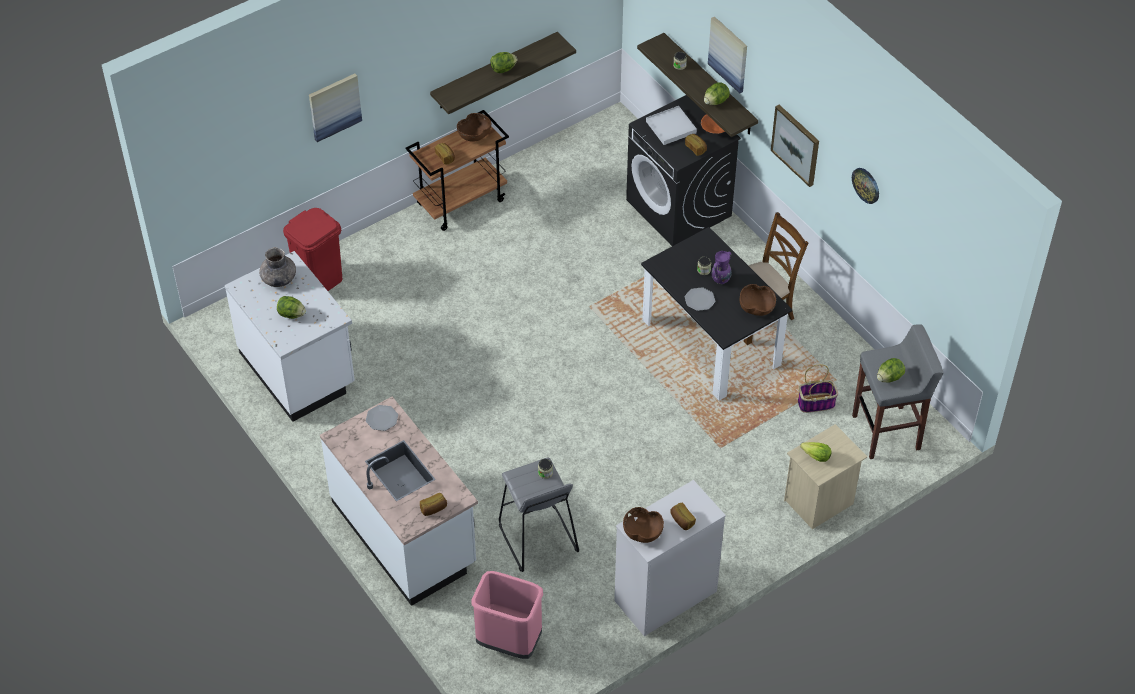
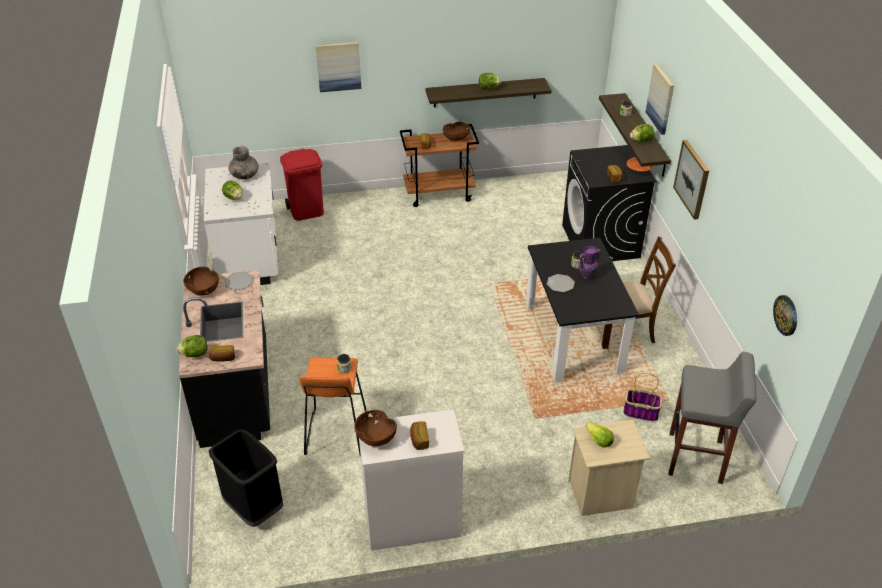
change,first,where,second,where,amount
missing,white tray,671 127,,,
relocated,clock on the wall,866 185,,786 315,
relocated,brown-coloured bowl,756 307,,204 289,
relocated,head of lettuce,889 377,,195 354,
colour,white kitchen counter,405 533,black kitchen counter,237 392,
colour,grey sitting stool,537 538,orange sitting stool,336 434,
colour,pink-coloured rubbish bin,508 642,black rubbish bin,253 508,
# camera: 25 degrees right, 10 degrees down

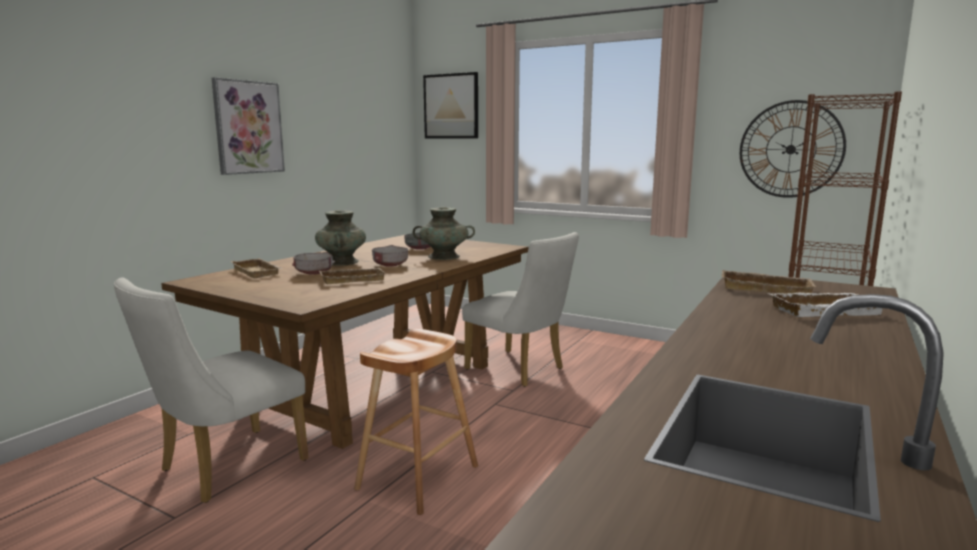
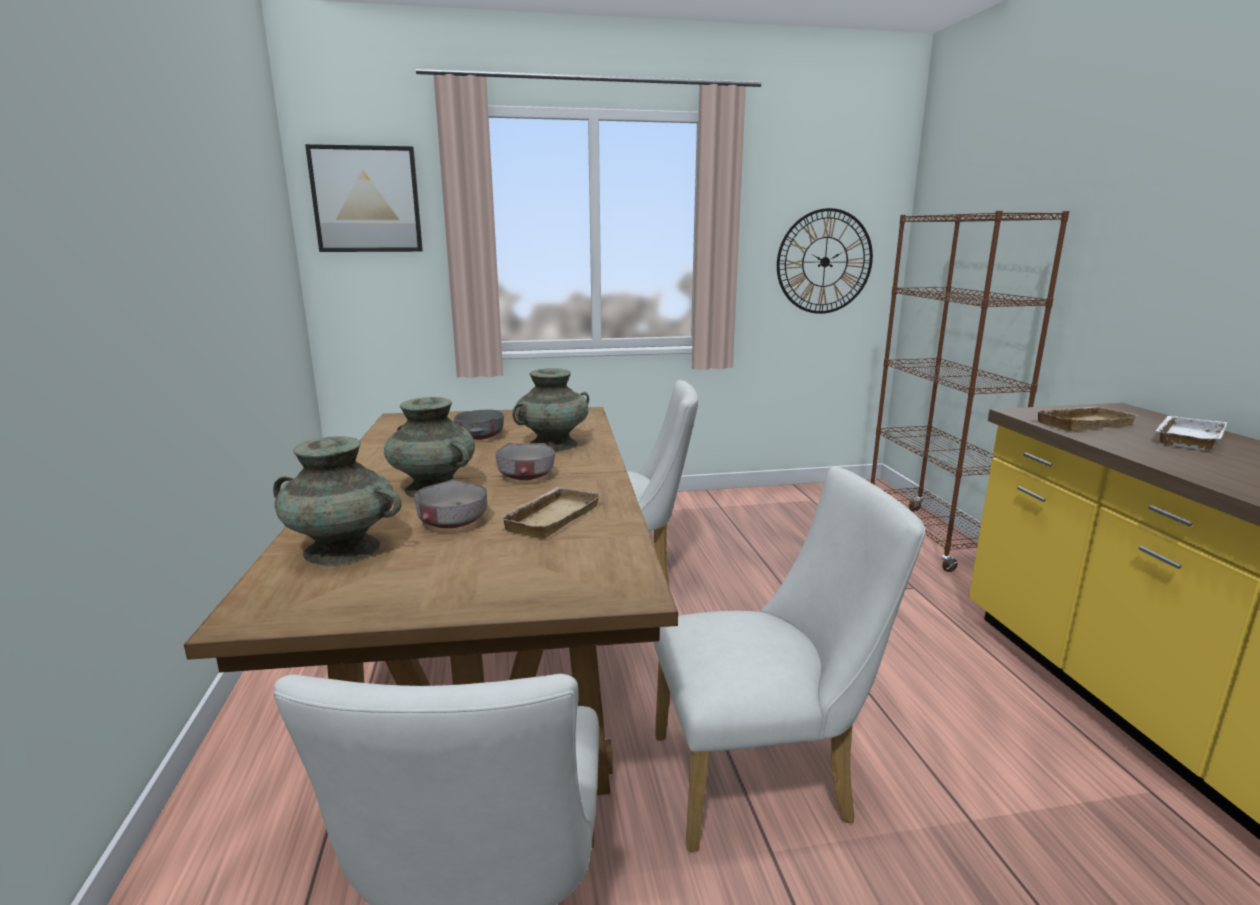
change,first,where,second,where,amount
missing,picture,248 127,,,
exchanged,beige tray,258 272,blue-green vase,343 550,
exchanged,brown-coloured sitting stool,418 477,white plain chair,764 778,
# camera: 40 degrees left, 5 degrees up

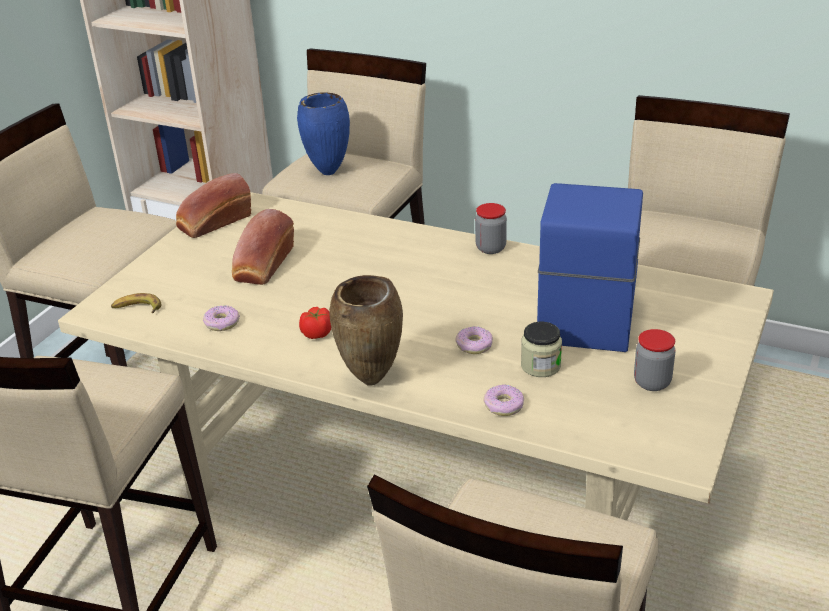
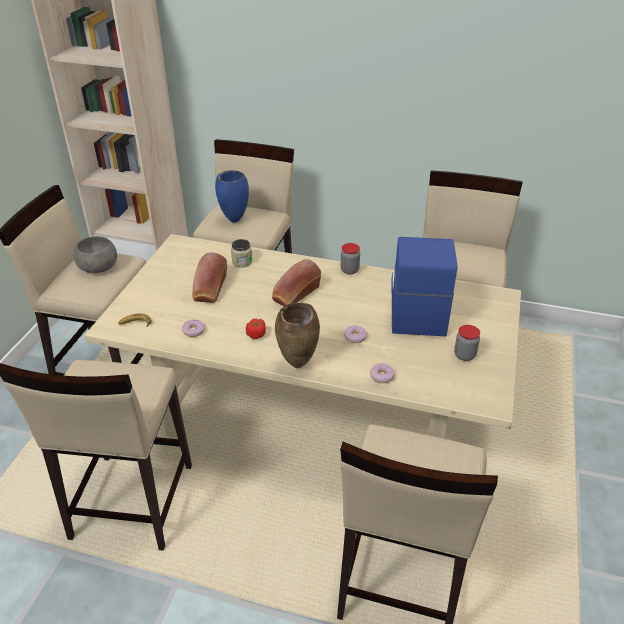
change,first,where,second,where,amount
relocated,bread,213 222,,295 294,
relocated,storage jar,540 366,,242 262,
appeared,,,grey bowl,99 267,
# camera: 10 degrees left, 5 degrees up

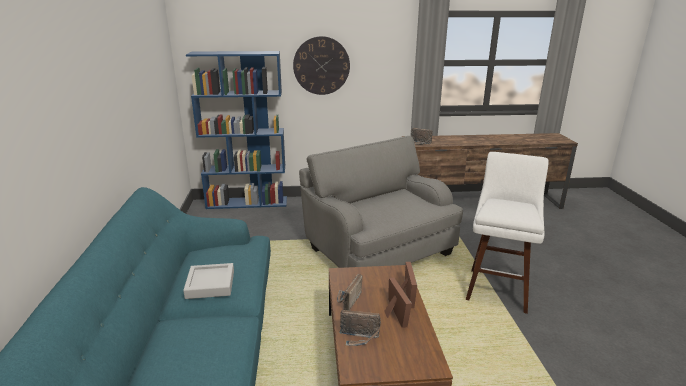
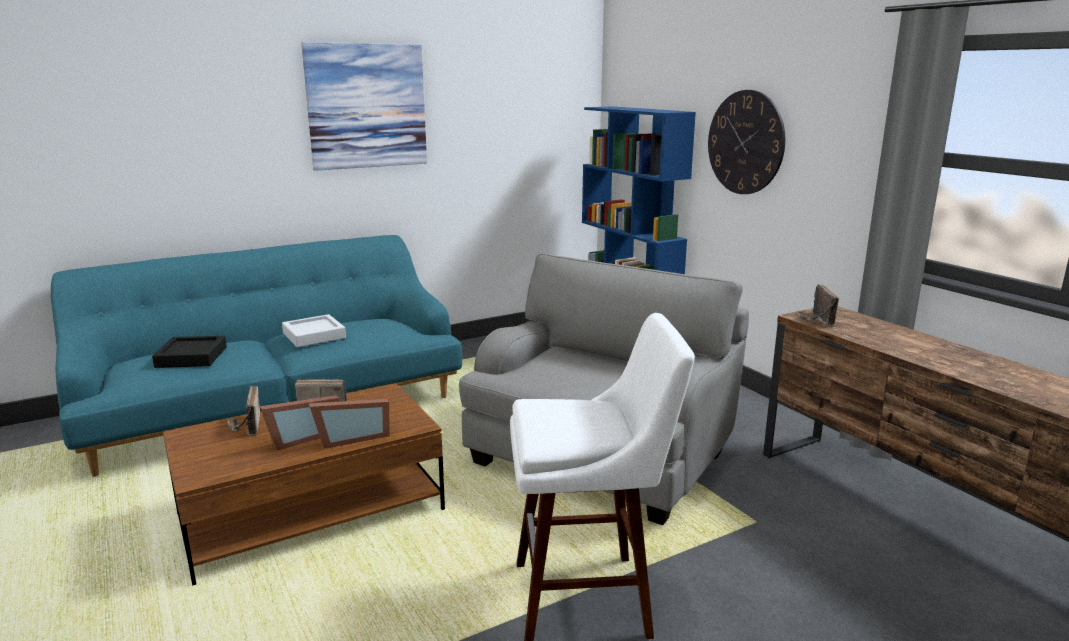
change,first,where,second,where,amount
appeared,,,picture,367 106,
appeared,,,black tray,191 357,
# camera: 65 degrees right, 5 degrees down

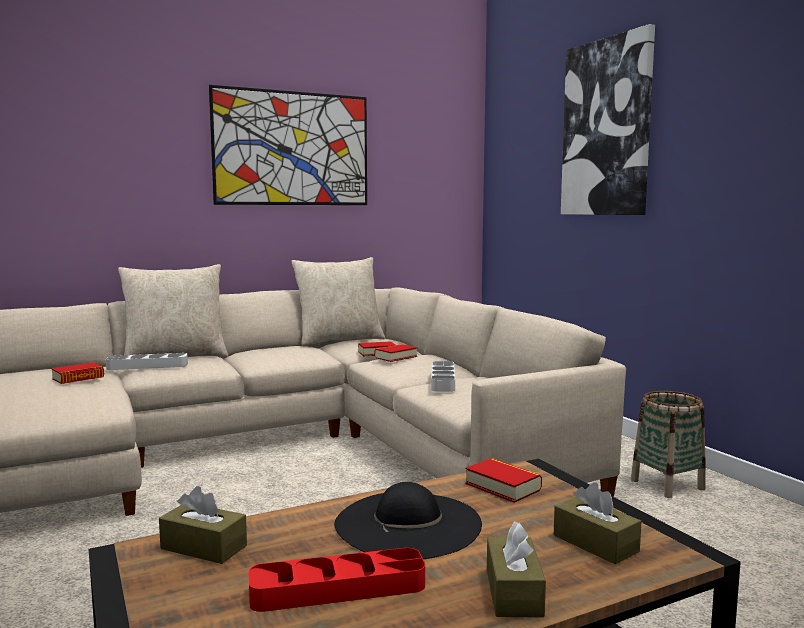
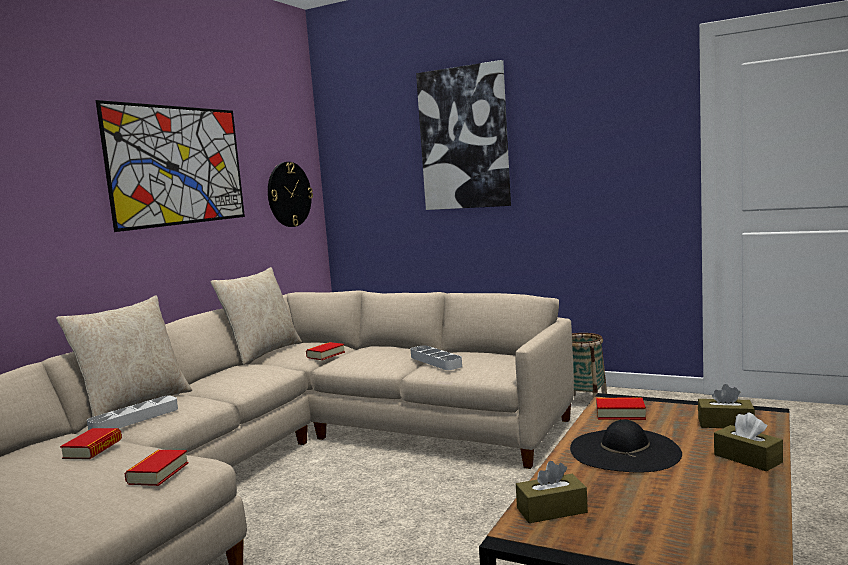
change,first,where,second,where,amount
relocated,volume,396 357,,158 473,
missing,red-coloured tray,338 588,,,
appeared,,,clock on the wall,289 194,
# camera: 35 degrees left, 0 degrees up

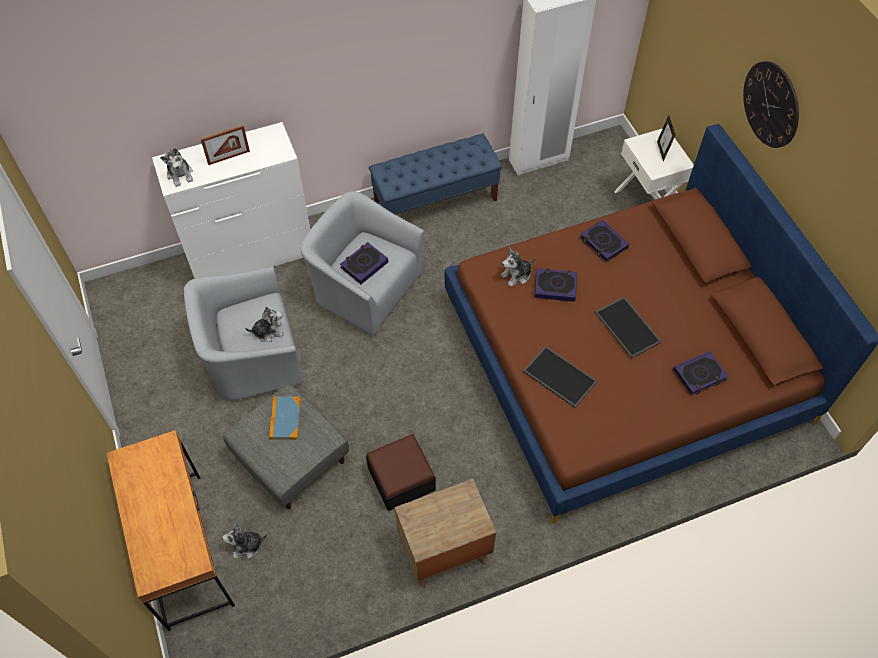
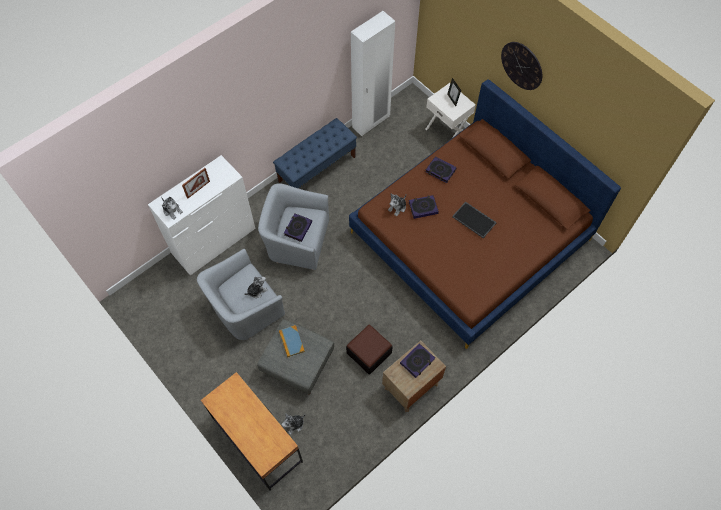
change,first,where,second,where,amount
missing,tray,558 377,,,
relocated,volume,699 375,,417 361,
# camera: 20 degrees left, 5 degrees up

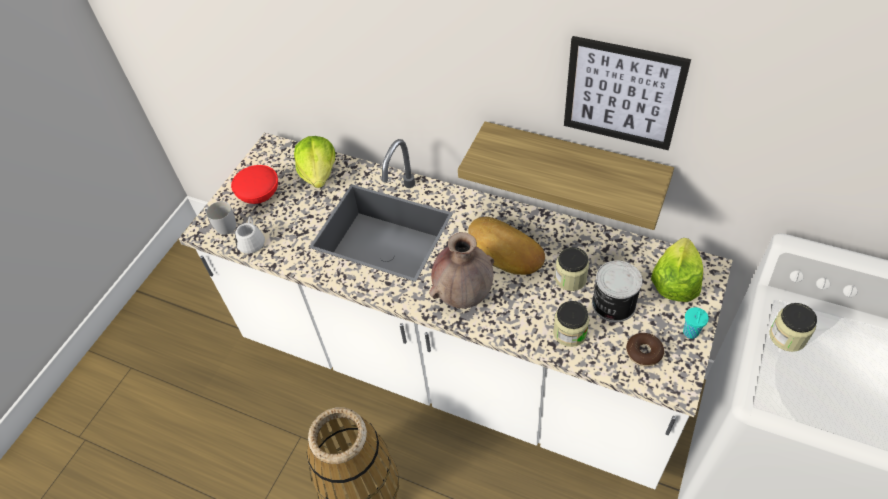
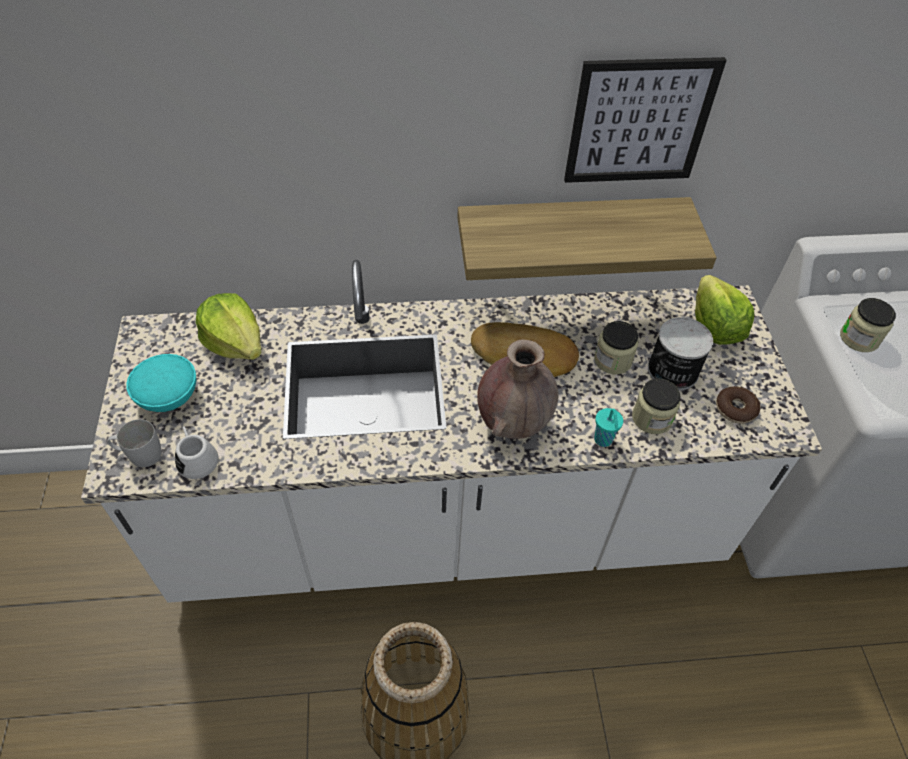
change,first,where,second,where,amount
colour,red-coloured bowl,260 195,blue-green bowl,170 397,
relocated,blue-green small cup,690 333,,603 440,
# camera: 35 degrees left, 0 degrees up

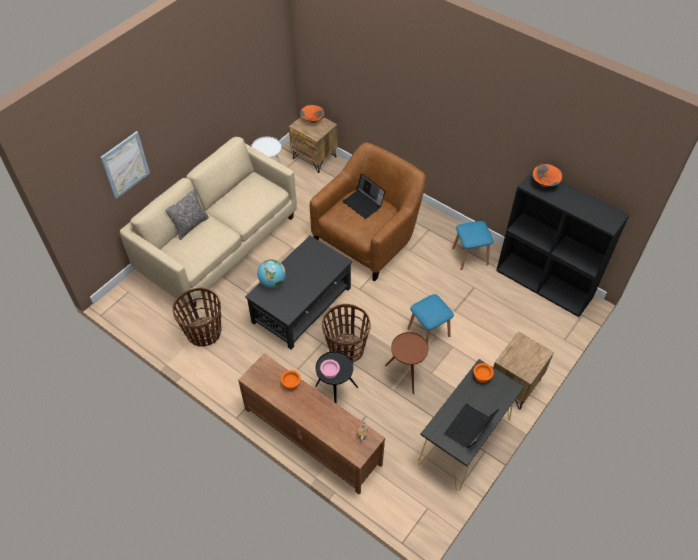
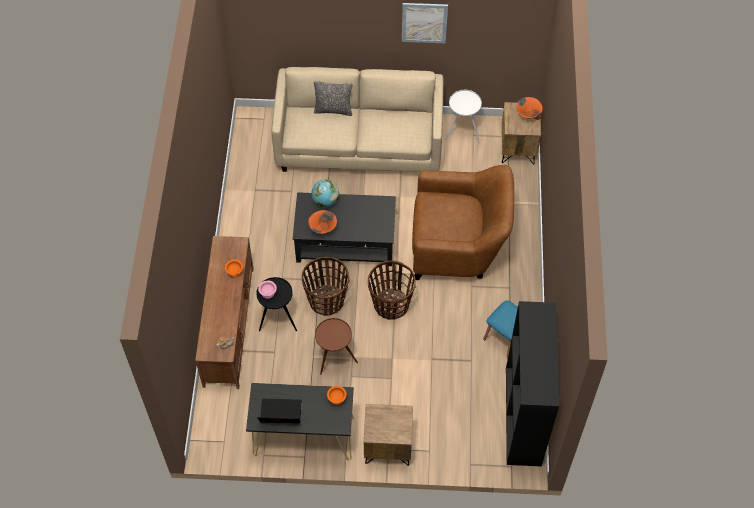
change,first,where,second,where,amount
relocated,picture,125 165,,424 22,
relocated,orange bowl,544 183,,322 228,
missing,notebook computer,364 203,,,
relocated,household basket,203 333,,391 304,
missing,blue sitting stool,428 332,,,
# camera: 55 degrees right, 5 degrees up

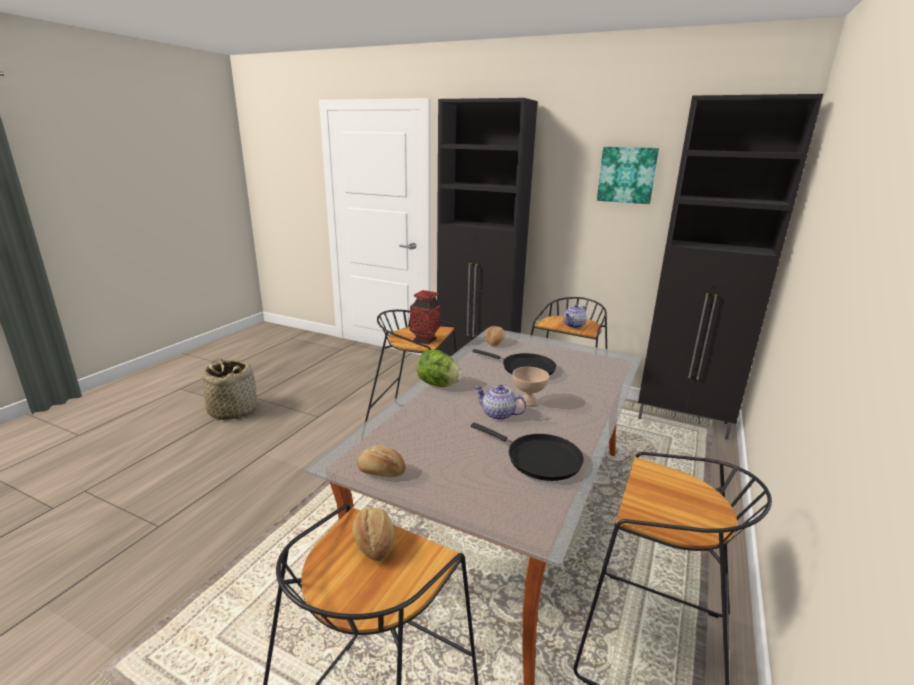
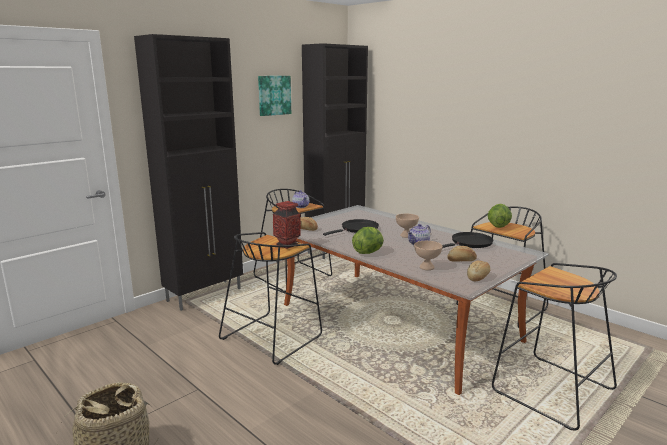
change,first,where,second,where,amount
relocated,bread,373 542,,461 261,
appeared,,,head of lettuce,498 226,
appeared,,,beige bowl,426 267,
# camera: 70 degrees left, 5 degrees down

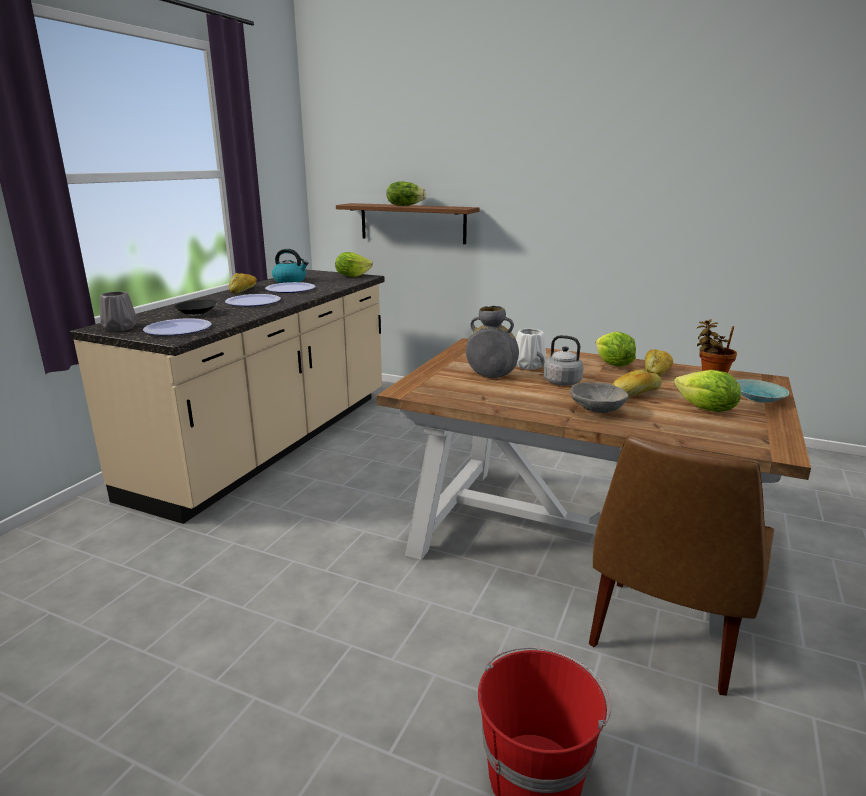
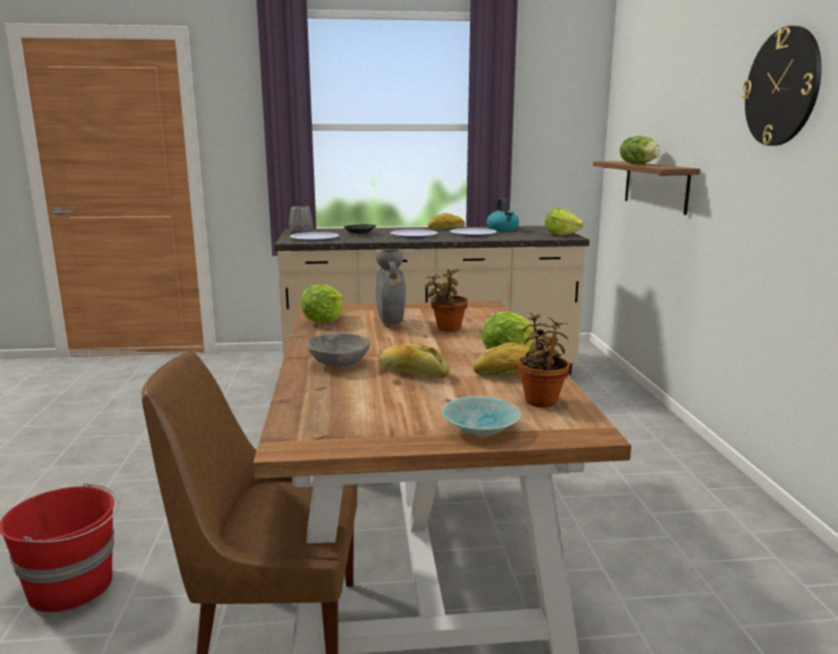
change,first,where,second,where,amount
exchanged,white vase,529 365,plant in a pot,447 329,
missing,grey kettle,559 382,,,
relocated,head of lettuce,705 409,,323 321,
appeared,,,clock on the wall,782 87,
# camera: 60 degrees right, 5 degrees down

